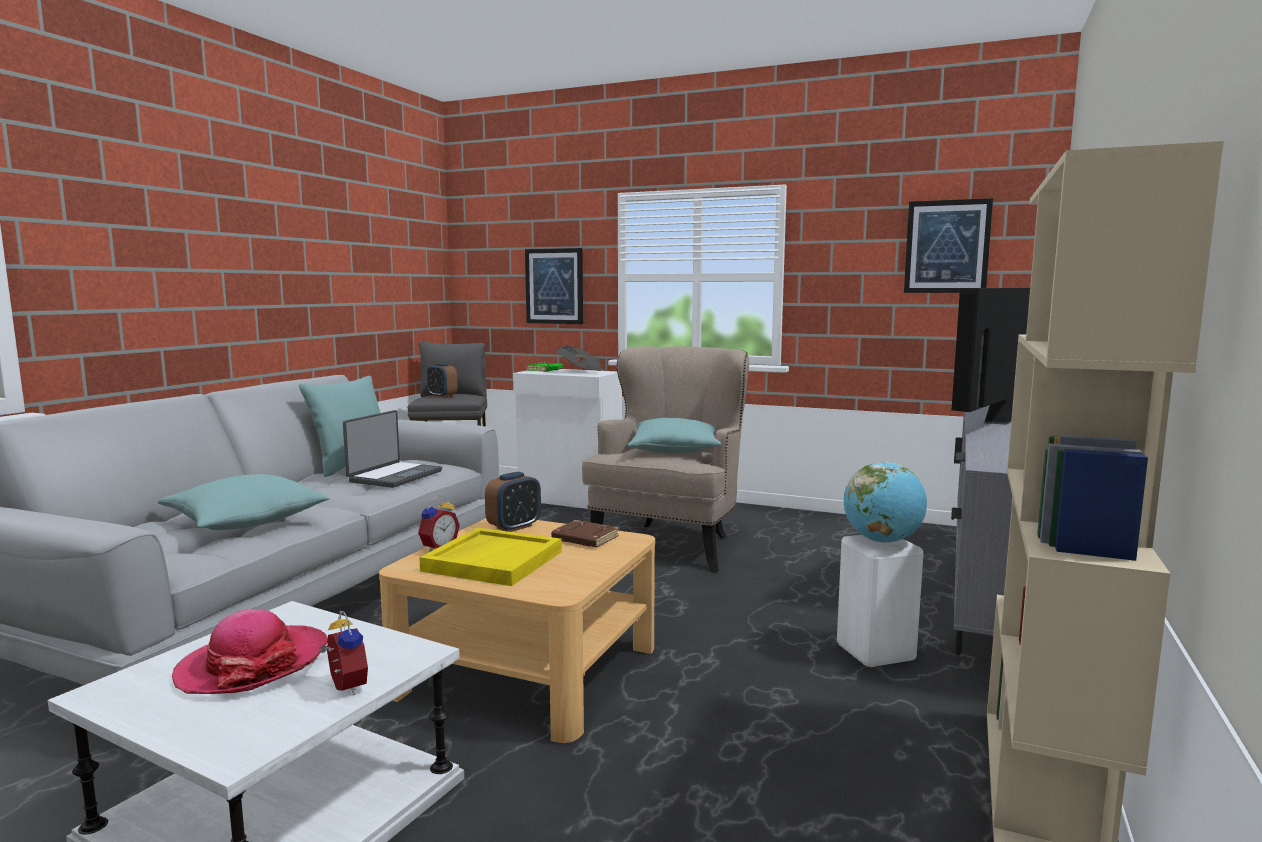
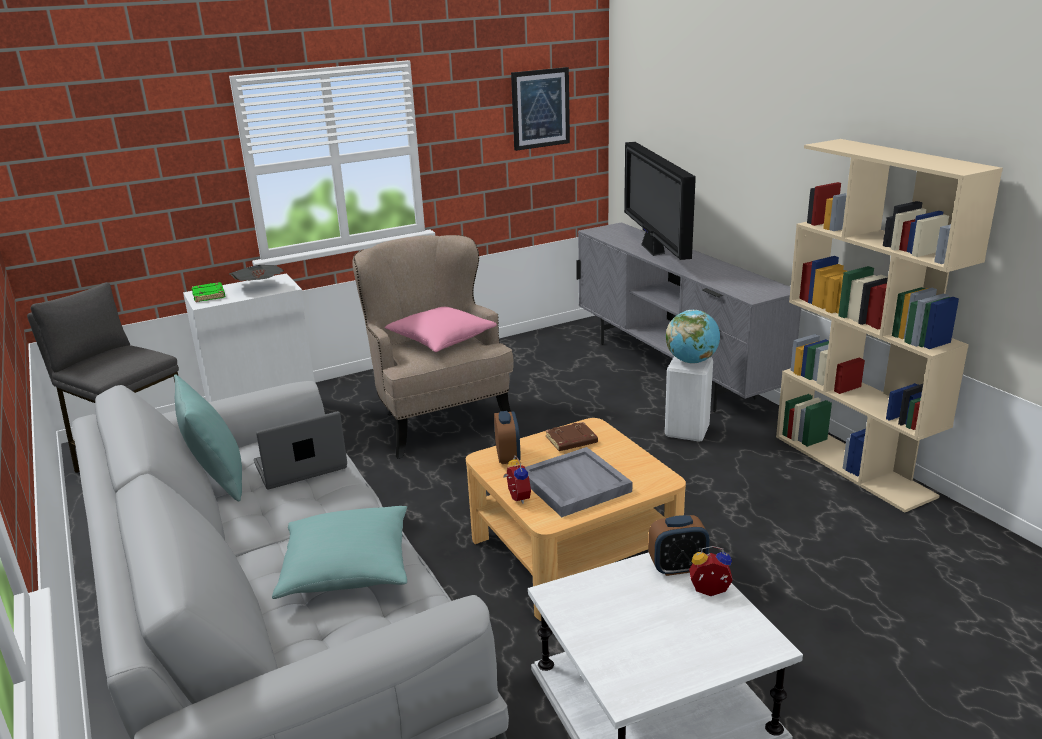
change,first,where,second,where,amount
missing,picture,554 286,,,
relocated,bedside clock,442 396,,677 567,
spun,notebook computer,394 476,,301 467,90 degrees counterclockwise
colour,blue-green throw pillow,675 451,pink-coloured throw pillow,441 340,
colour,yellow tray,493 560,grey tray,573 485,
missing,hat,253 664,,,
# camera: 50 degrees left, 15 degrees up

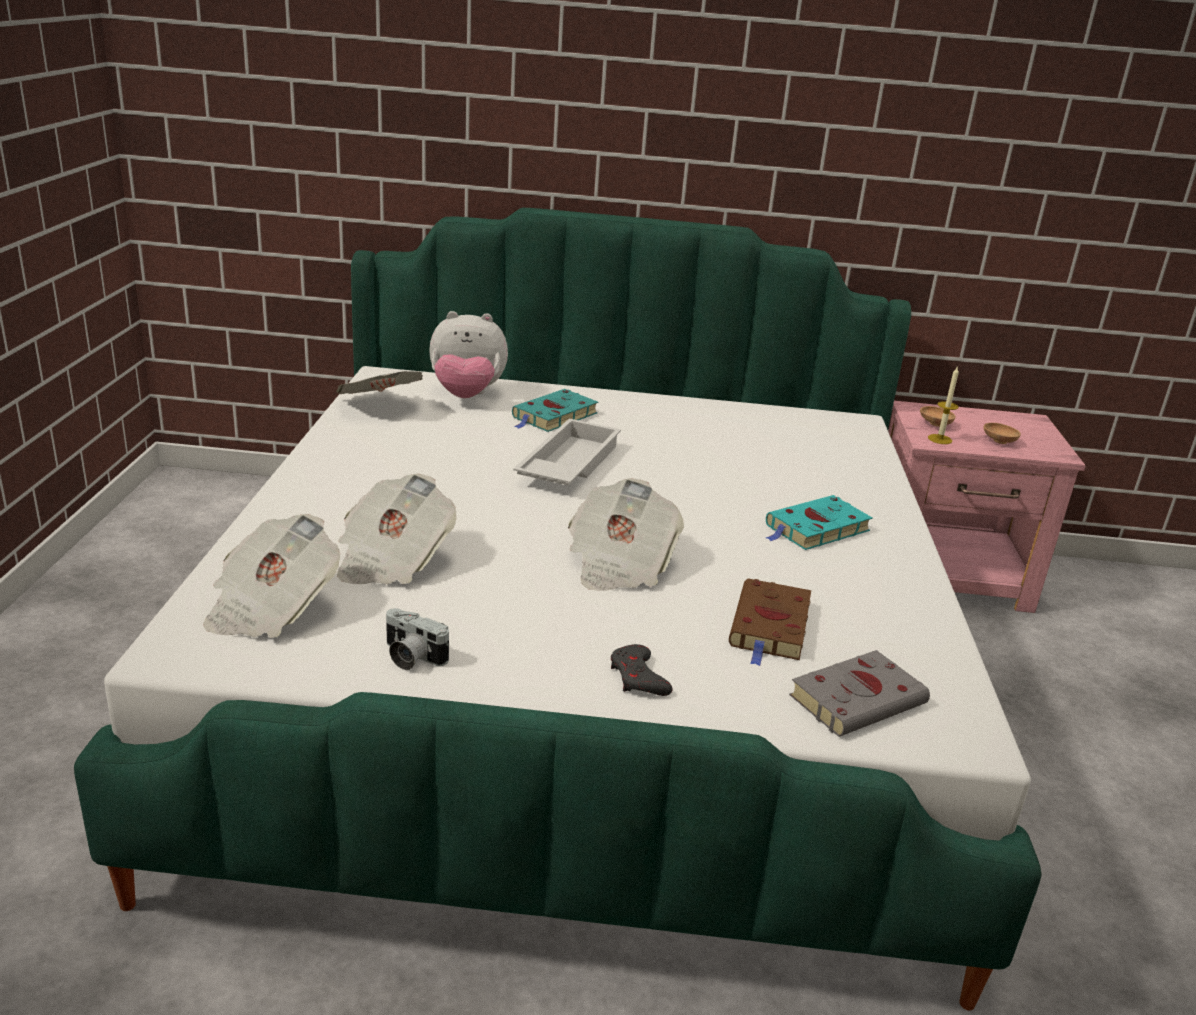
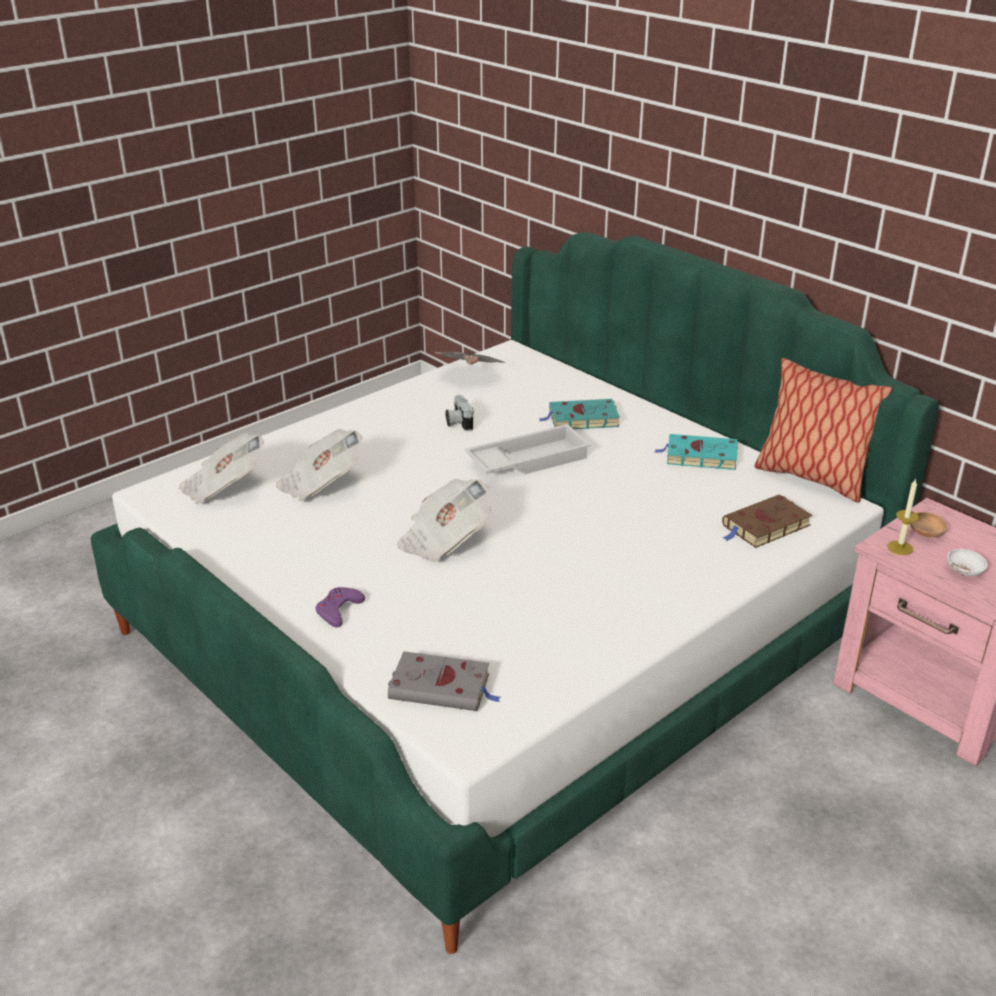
change,first,where,second,where,amount
missing,plush toy,466 396,,,
colour,brown-coloured bowl,999 441,white bowl,964 571,
relocated,blue-green volume,815 529,,699 456,
relocated,brown-coloured volume,770 627,,764 526,
relocated,still camera,411 657,,458 422,
colour,grey joypad,638 677,purple joypad,338 610,
appeared,,,throw pillow,811 478,
# camera: 45 degrees right, 5 degrees up

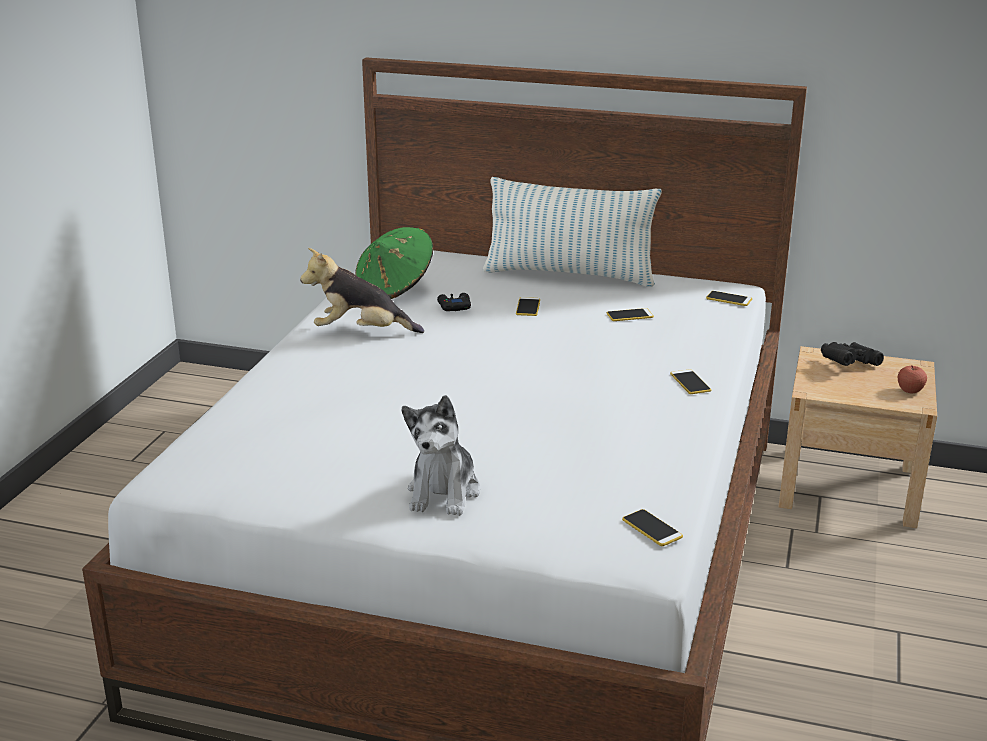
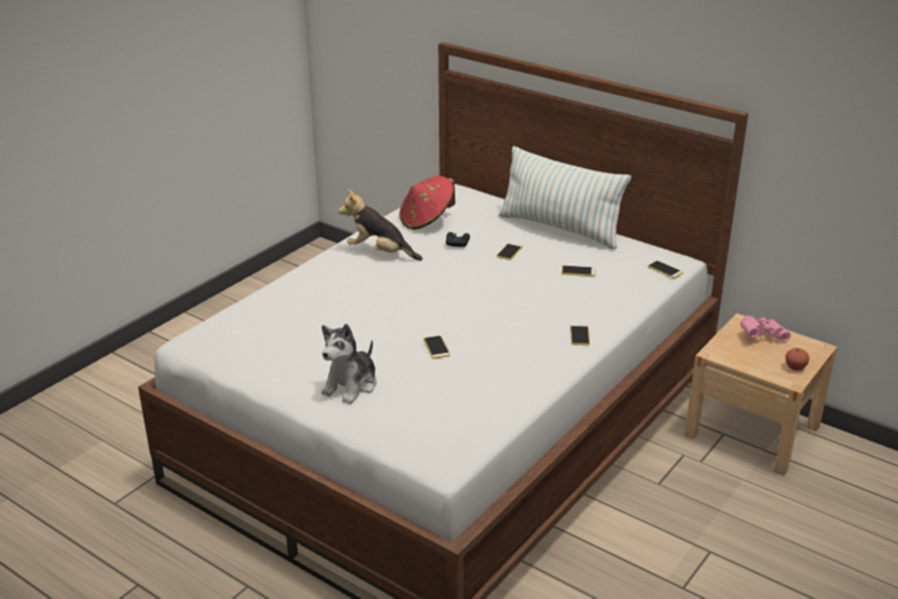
change,first,where,second,where,amount
colour,greenish hat,395 288,red-coloured hat,427 220,
colour,black binoculars,847 364,pink-coloured binoculars,761 336,
relocated,phone,652 528,,436 347,
# camera: 20 degrees right, 5 degrees up

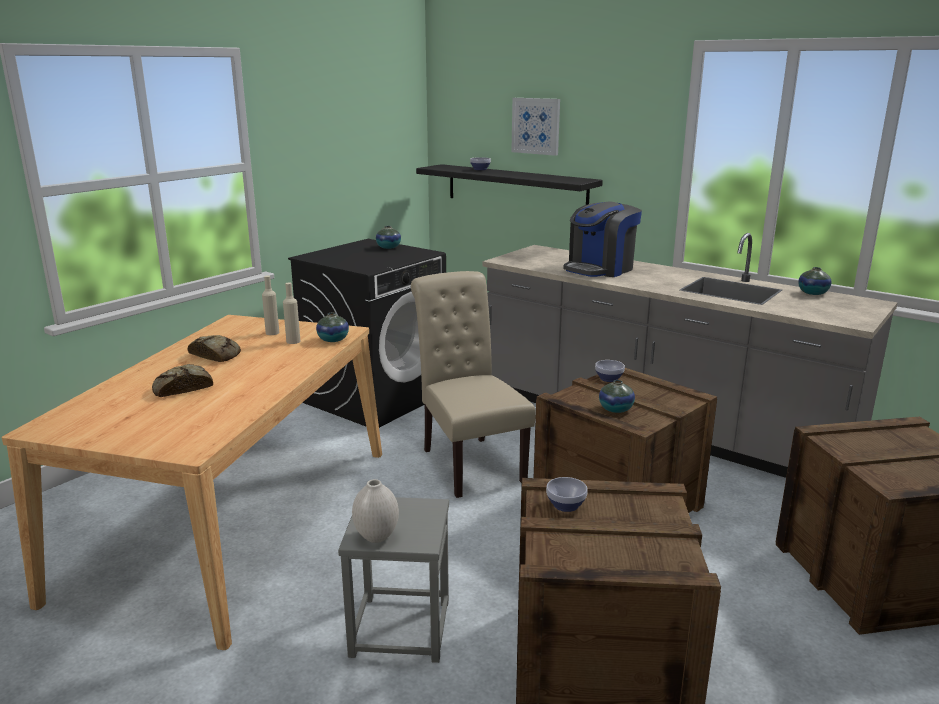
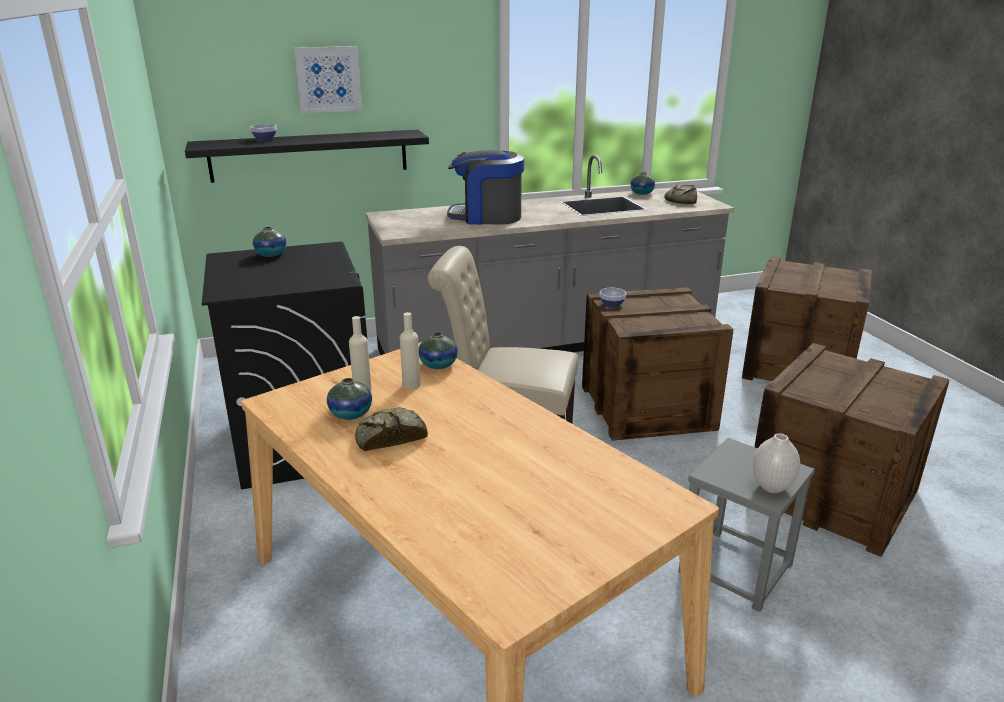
change,first,where,second,where,amount
spun,coffee machine,600 269,,487 217,105 degrees clockwise
relocated,bread,181 388,,681 200,
relocated,vase,615 409,,351 414,
missing,bowl,564 505,,,
# camera: 55 degrees left, 5 degrees up

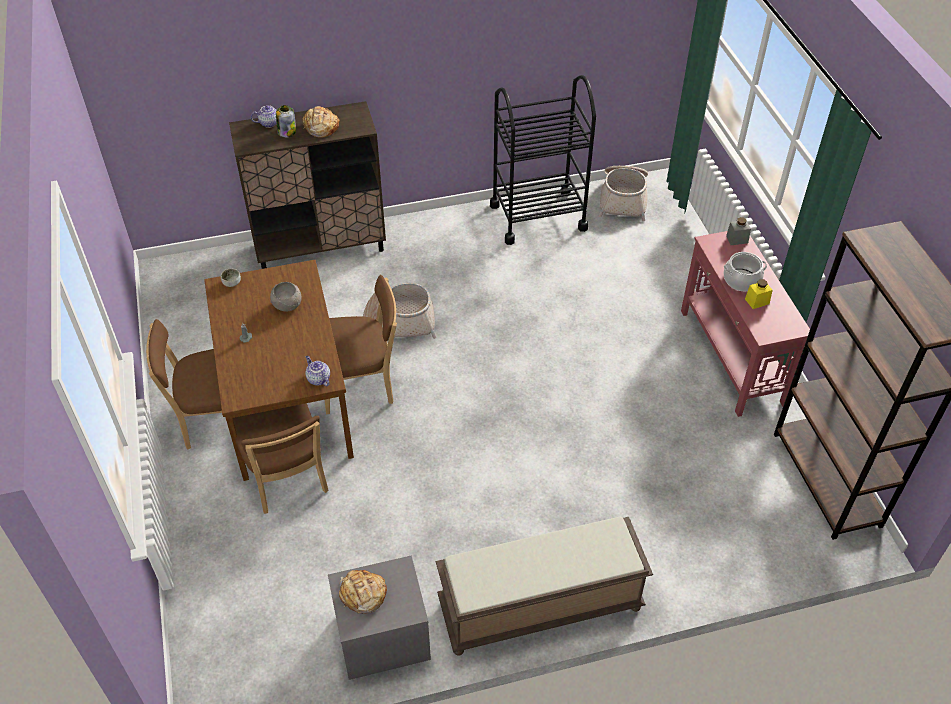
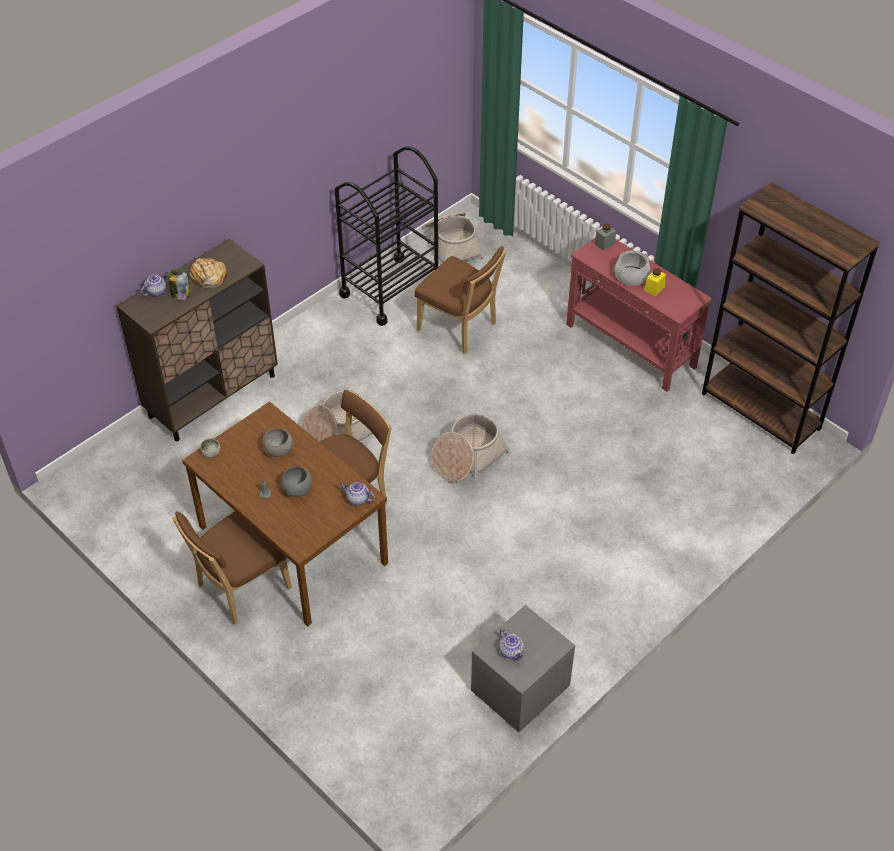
change,first,where,second,where,amount
relocated,brown-coloured plain chair,287 480,,460 328,
missing,brown-coloured long seat,539 607,,,
exchanged,bread,363 595,teapot,511 652,
appeared,,,household basket,467 457,
appeared,,,grey bowl,298 489,
# camera: 30 degrees left, 0 degrees up

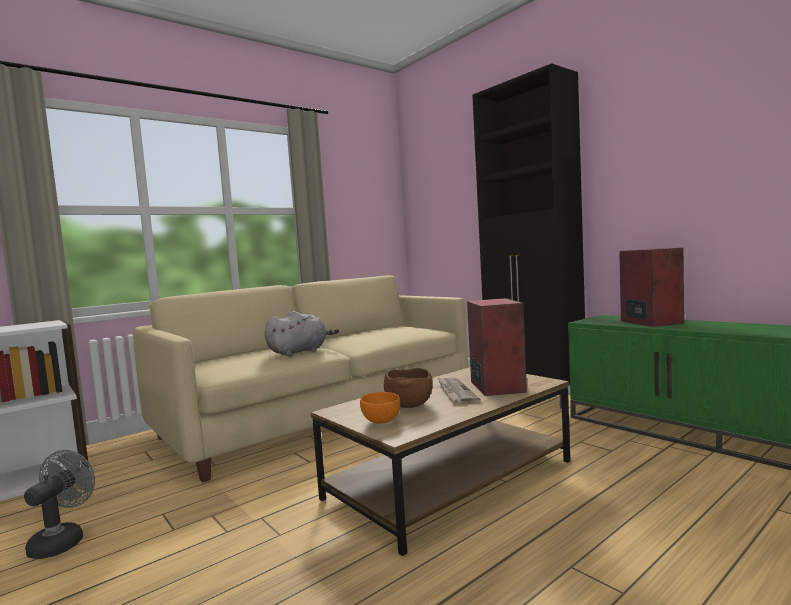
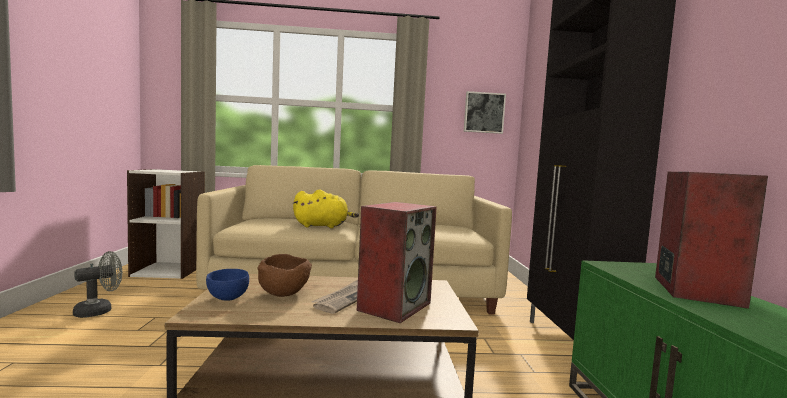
change,first,where,second,where,amount
colour,grey plush toy,300 352,yellow plush toy,323 226,
colour,orange bowl,381 421,blue bowl,228 298,
appeared,,,picture,483 113,
# camera: 35 degrees right, 0 degrees up

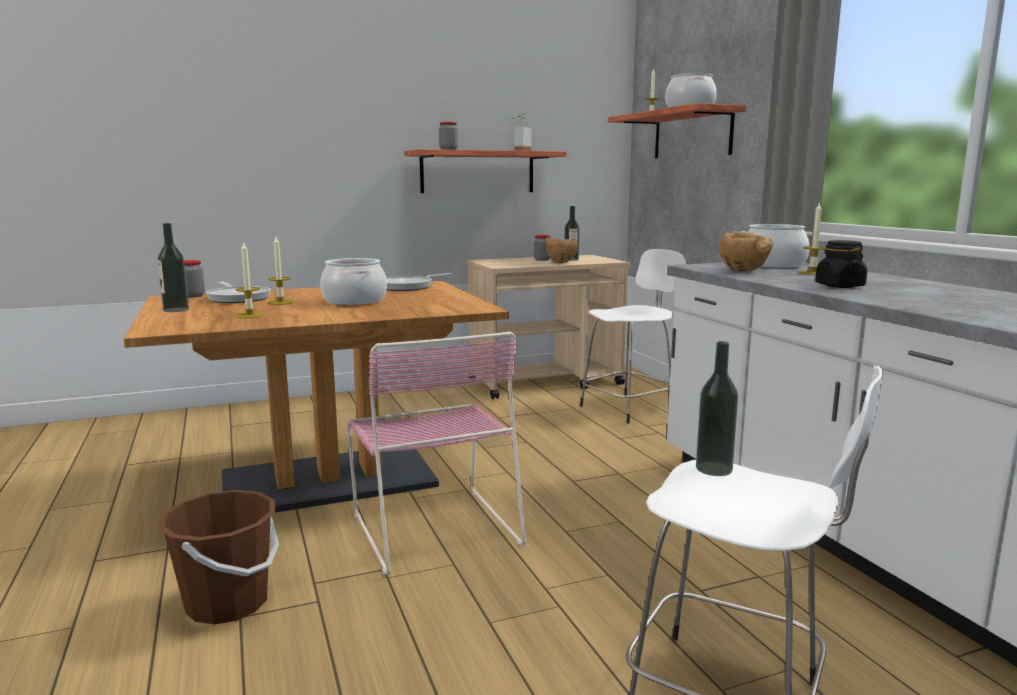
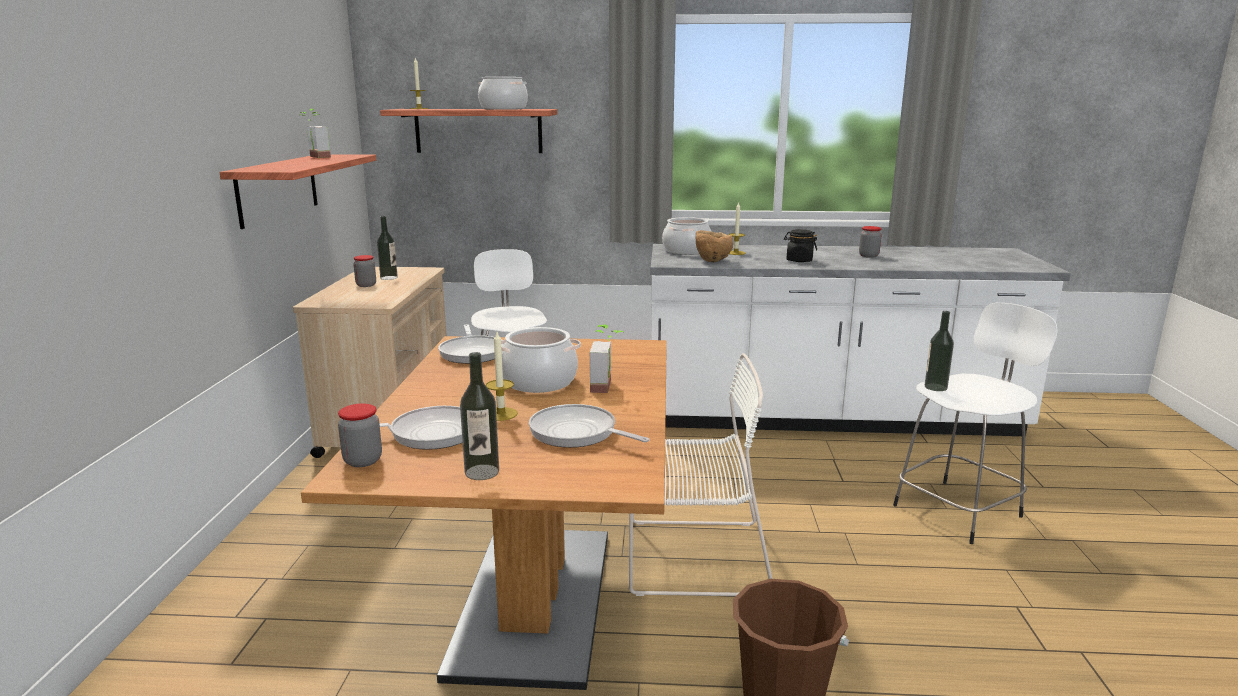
change,first,where,second,where,amount
relocated,storage jar,448 149,,868 256,
missing,brown-coloured bowl,561 263,,,
exchanged,wax candle,249 315,pan,577 433,
colour,pink-coloured plain chair,433 526,white plain chair,690 556,
appeared,,,plant in a pot,608 386,
# camera: 65 degrees left, 5 degrees up

